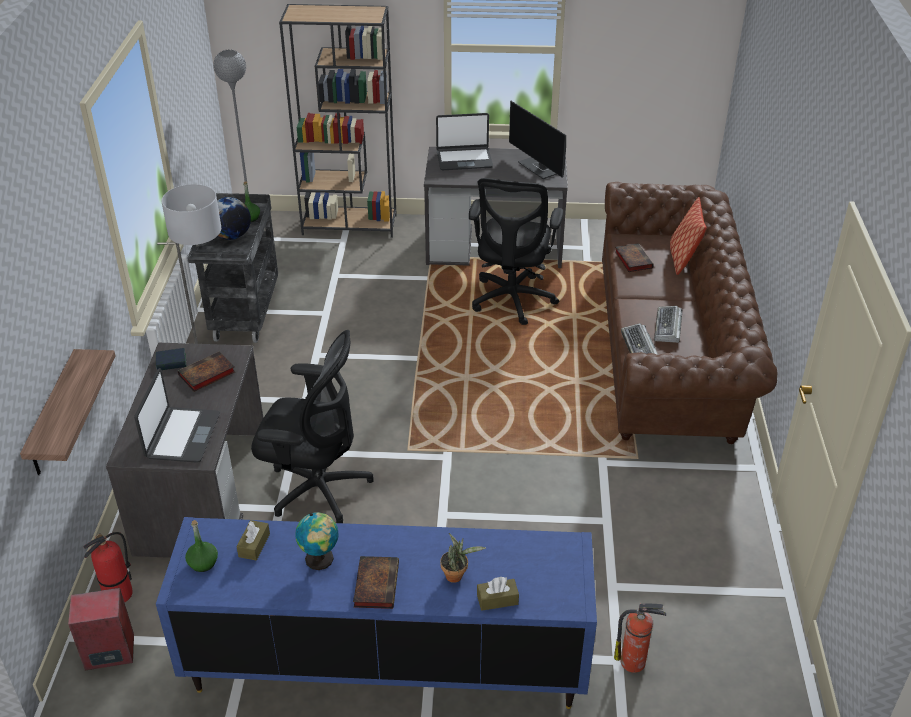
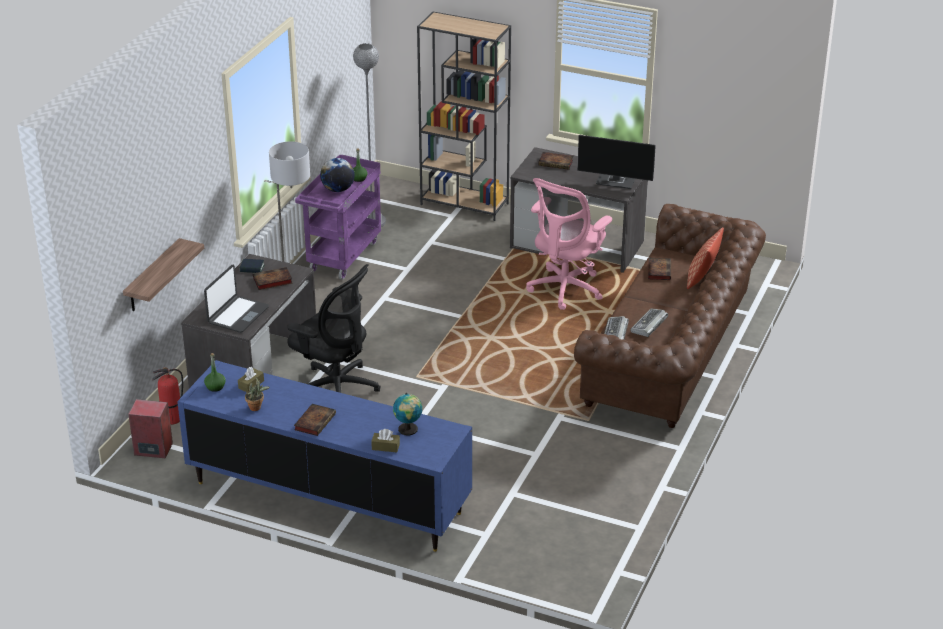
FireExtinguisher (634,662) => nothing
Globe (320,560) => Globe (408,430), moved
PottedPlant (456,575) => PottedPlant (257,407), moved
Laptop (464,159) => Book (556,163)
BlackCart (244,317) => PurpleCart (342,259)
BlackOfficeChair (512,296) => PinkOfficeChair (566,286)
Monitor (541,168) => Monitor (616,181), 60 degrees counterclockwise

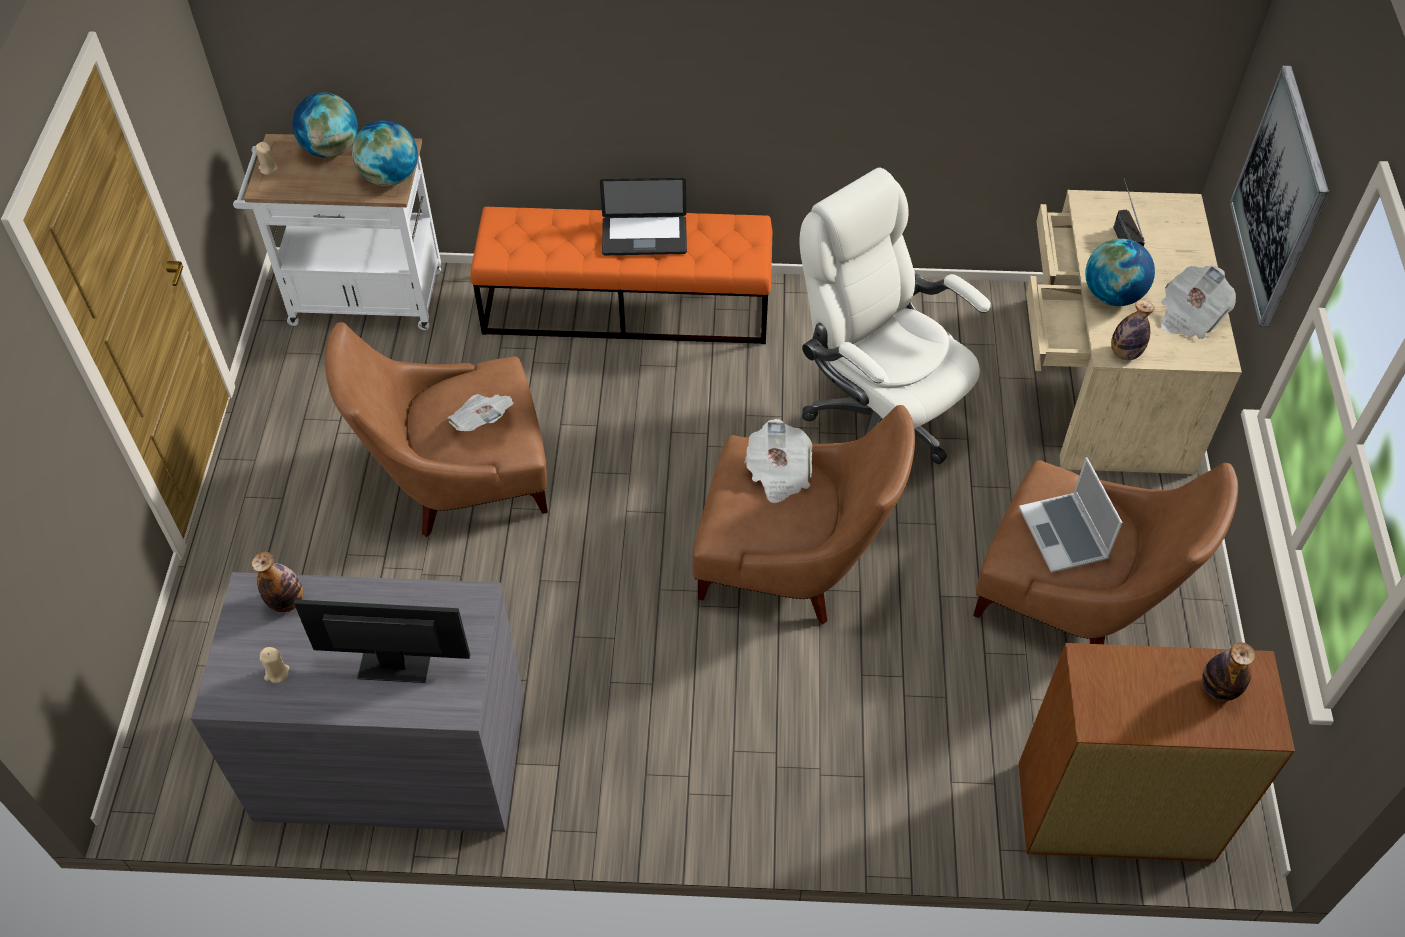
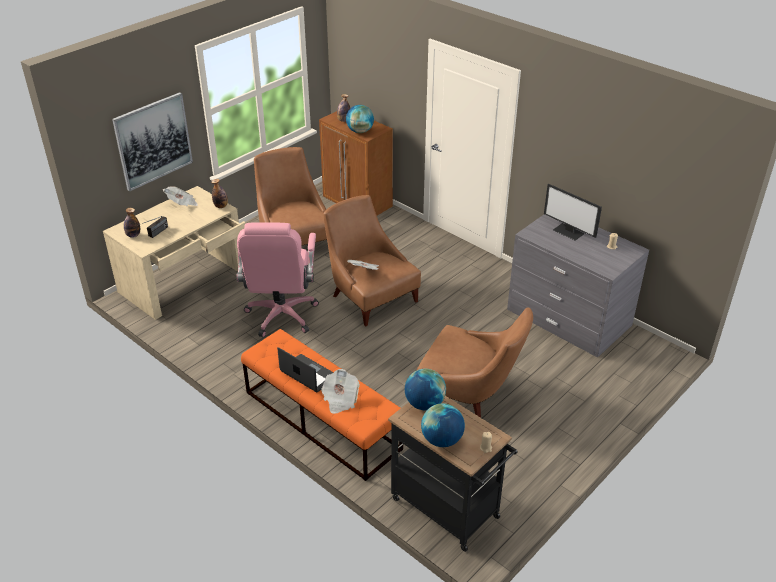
Laptop (1064,535) => nothing
Bottle (287,601) => Bottle (133,235), moved
Newspaper (482,422) => Newspaper (340,399), moved
Globe (1112,295) => Globe (360,131), moved
WhiteCart (361,298) => BlackCart (447,510)
WhiteOfficeChair (877,420) => PinkOfficeChair (281,316)

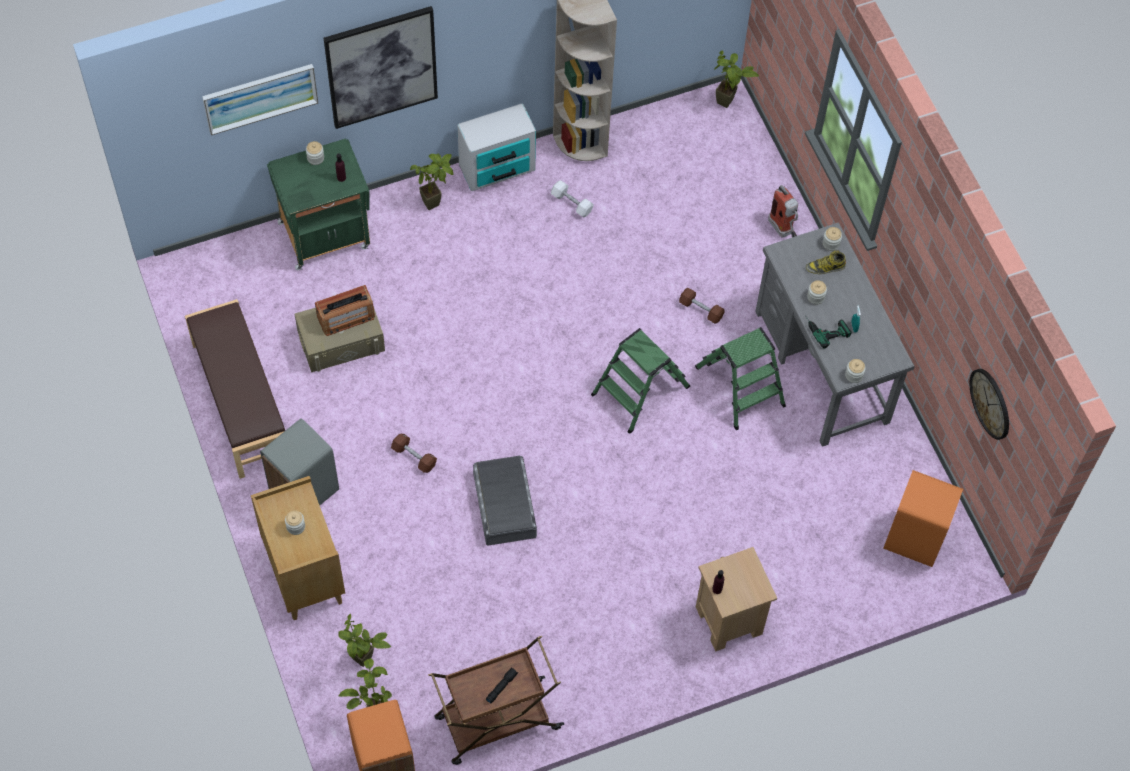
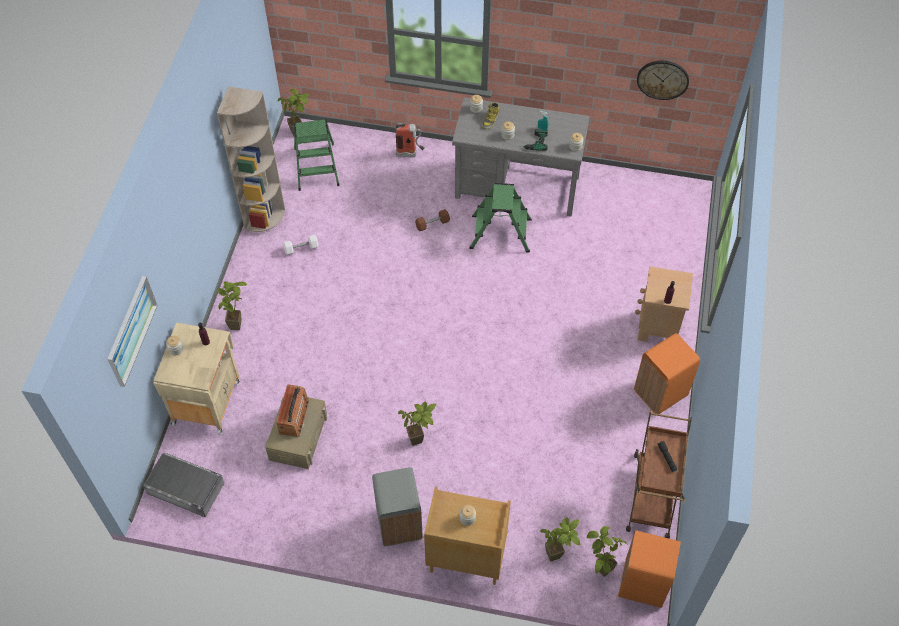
BrownBench (240,402) => nothing
Picture (381,66) => nothing
WhiteNightstand (497,171) => nothing
GreyStorageBox (504,504) => GreyStorageBox (185,488), moved
GreenStepLadder (640,390) => GreenStepLadder (316,166), moved
OrangeTrashCan (914,540) => OrangeTrashCan (661,393), moved
BrownDumbbell (414,457) => PottedPlant (421,440)
GreenCart (326,235) => BeigeCart (207,401)

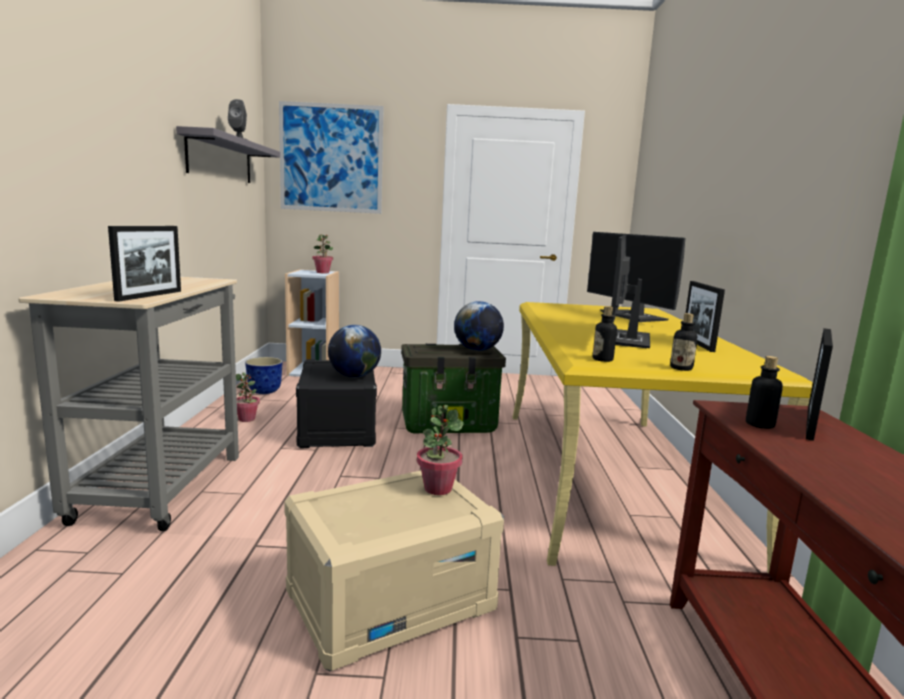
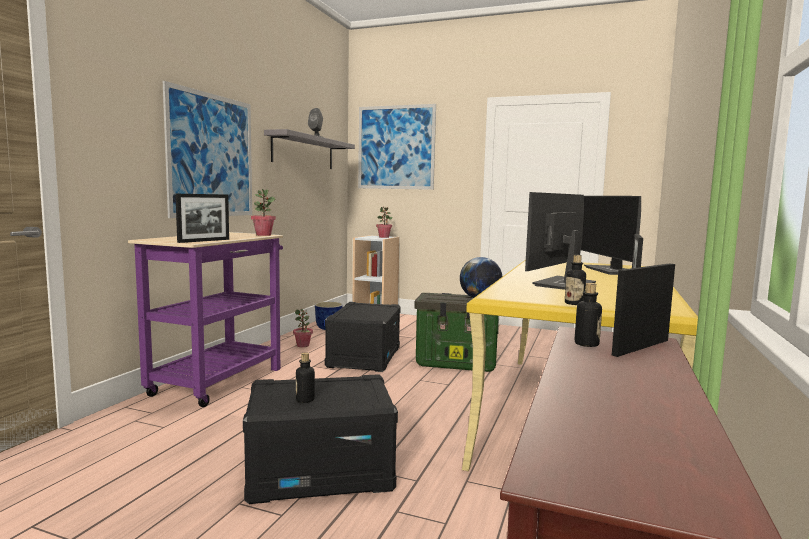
Globe (354,376) => nothing
nothing => Picture (212,156)
PottedPlant (438,488) => PottedPlant (263,235), moved
Bottle (602,359) => Bottle (305,400), moved
GreyCart (162,487) => PurpleCart (219,381)
BeigeStorageBox (391,600) => BlackStorageBox (321,471)

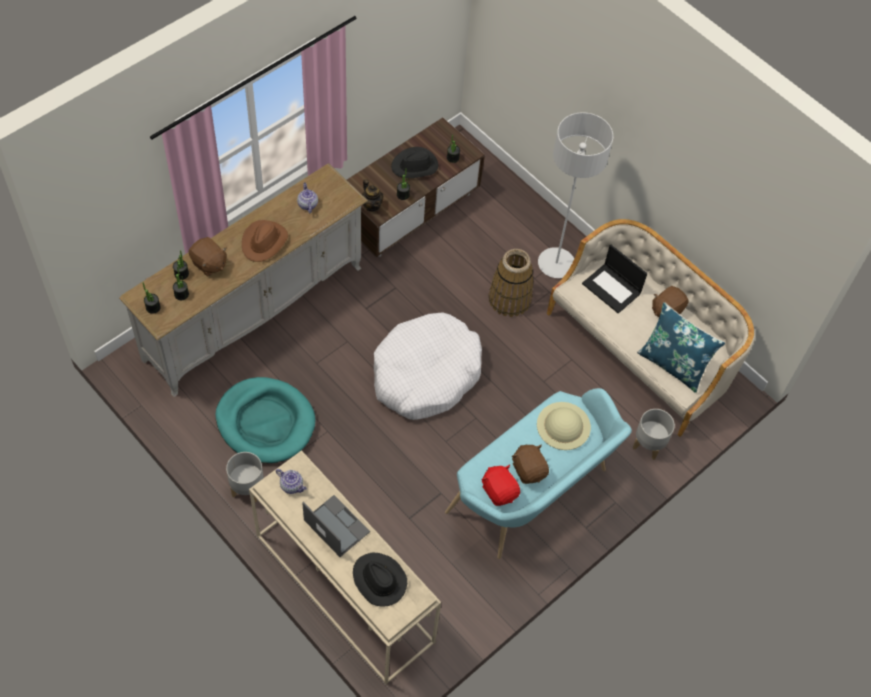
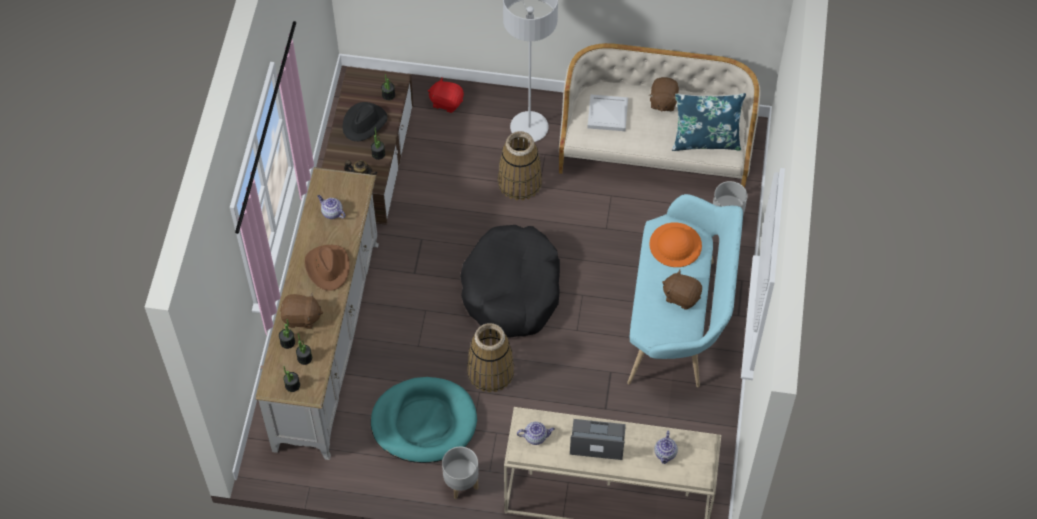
nothing => Basket (490,371)
RedPlushToy (499,491) => RedPlushToy (446,102), moved
BlackHat (378,580) => Teapot (665,453)
Laptop (612,288) => WhiteTray (608,114)
WhiteDogBed (425,374) => BlackDogBed (512,290)
BeigeHat (563,426) => OrangeHat (675,245)

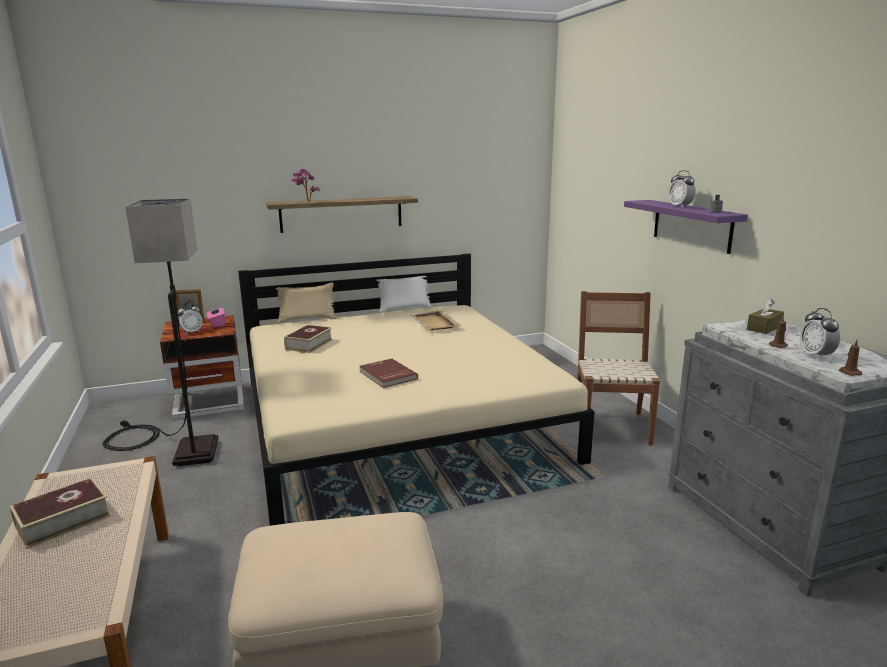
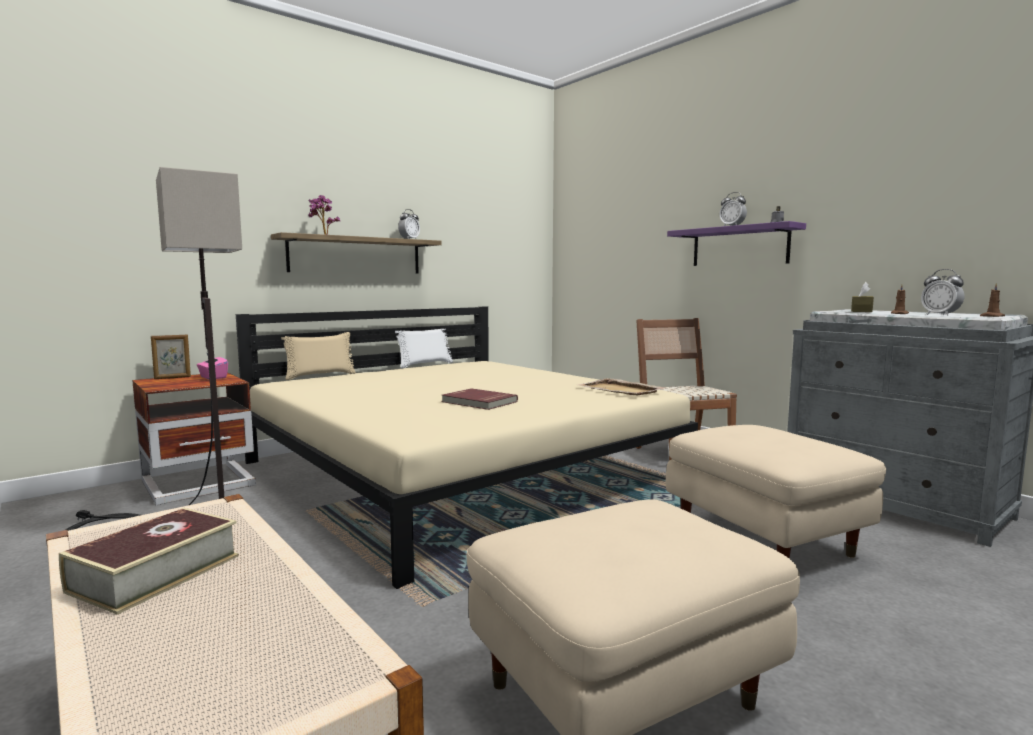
Book (309,344) => nothing
nothing => BeigeOttoman (765,542)
AlarmClock (192,332) => AlarmClock (409,239), moved
BeigeTray (434,323) => BeigeTray (621,390), moved

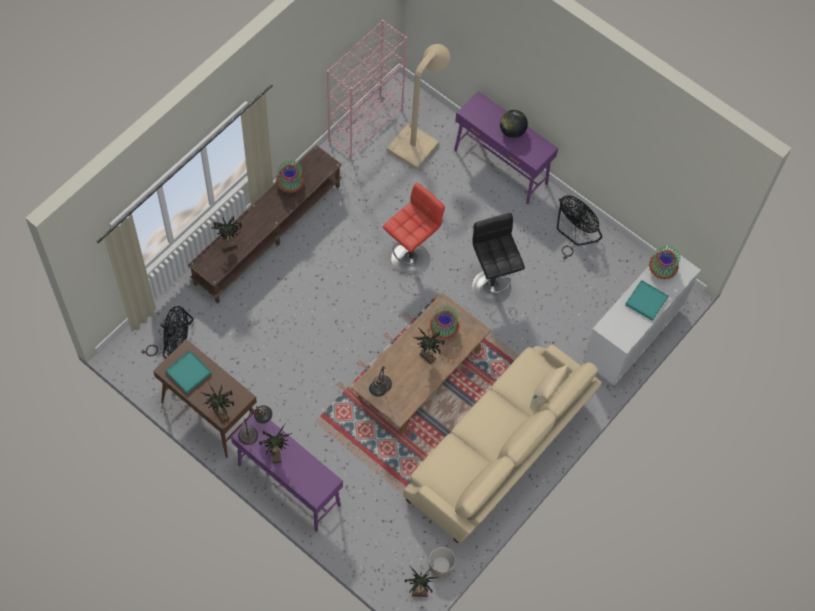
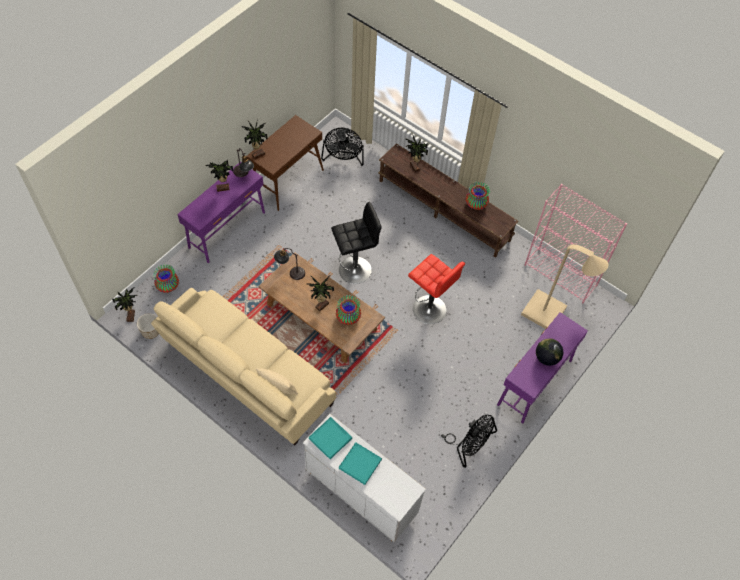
TurquoiseTray (188,373) => TurquoiseTray (330,439), moved
BlackStool (491,286) => BlackStool (355,270), moved
Vase (661,270) => Vase (168,286), moved

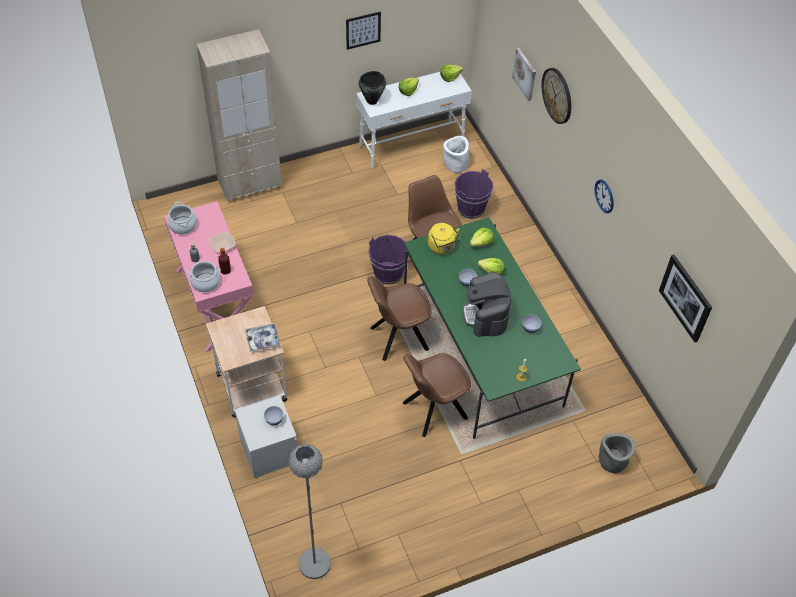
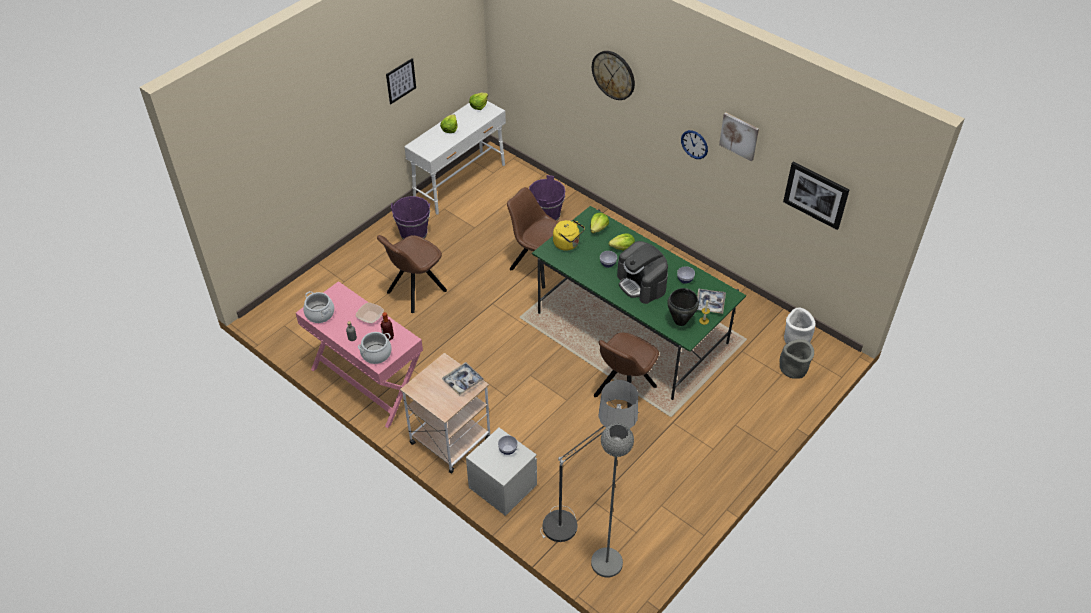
BeigeCabinet (250,185) => nothing
nothing => FloorLamp (584,514)
nothing => Tray (710,303)
BlackCookingPot (371,101) => BlackCookingPot (680,321), moved
BrownChair (398,338) => BrownChair (416,291), moved
PurpleBucket (388,273) => PurpleBucket (413,234), moved
WhitePlanter (456,164) => WhitePlanter (796,339), moved
Picture (525,74) => Picture (739,136), moved

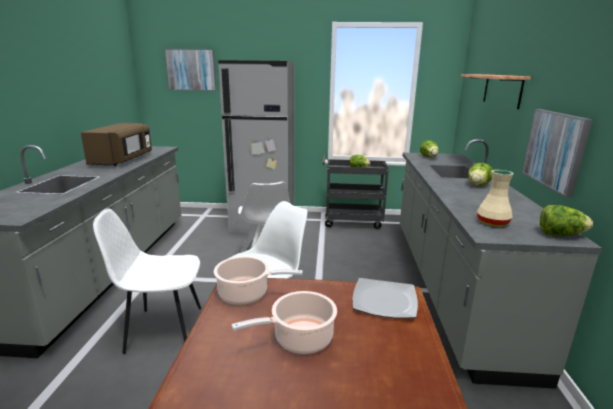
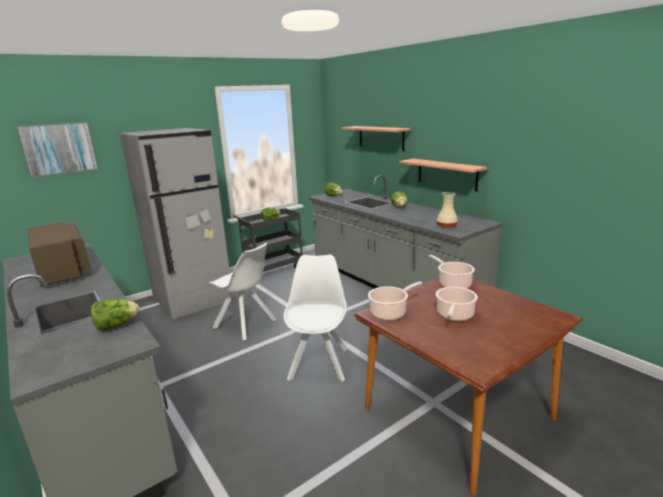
WhiteChair (162,329) => nothing
Lettuce (560,235) => Lettuce (116,326), moved
Plate (385,300) => CookingPot (453,284)
Picture (555,149) => Shelf (446,174)

